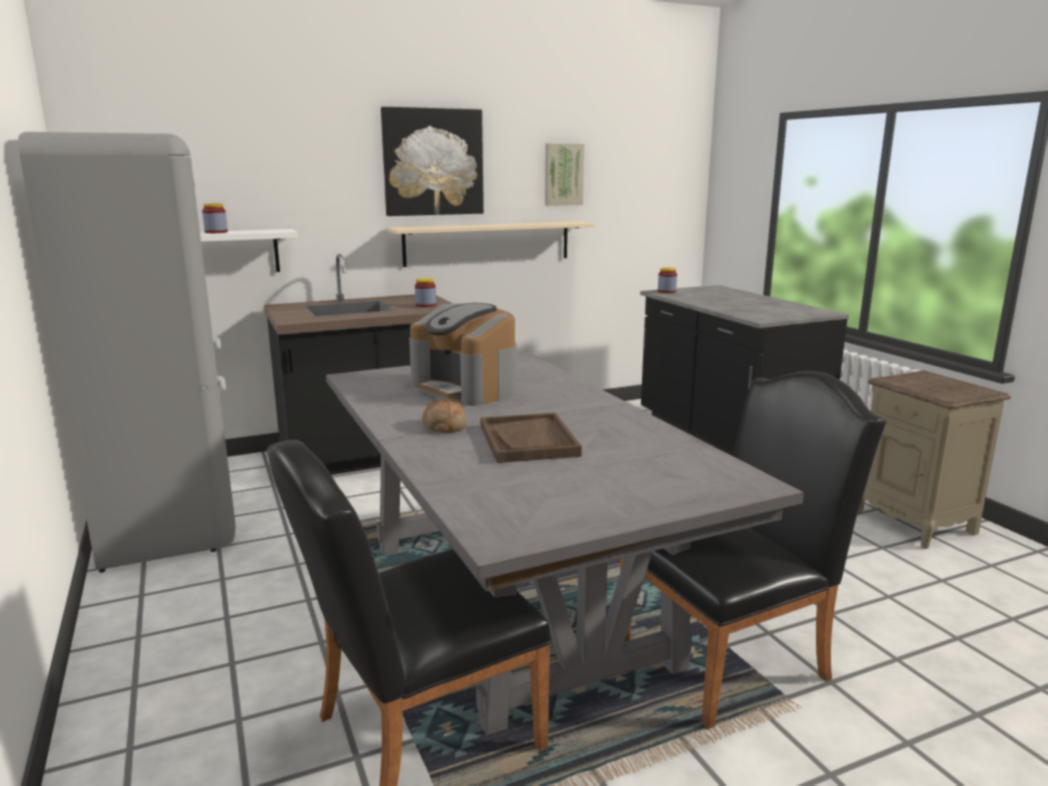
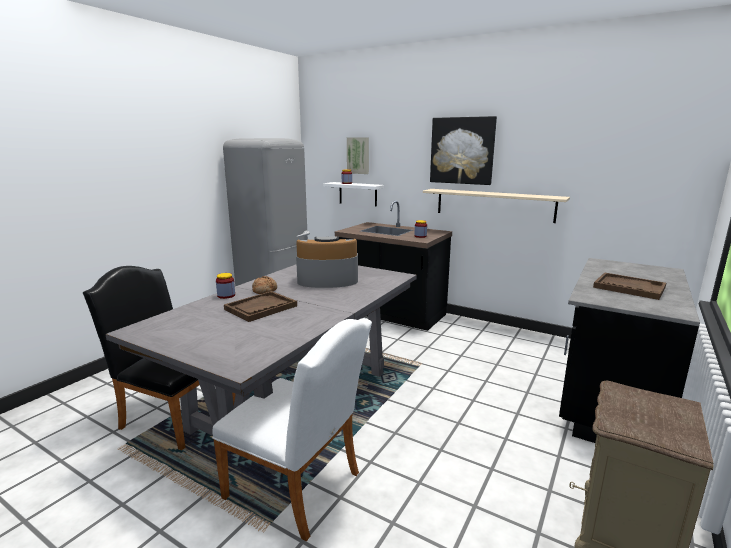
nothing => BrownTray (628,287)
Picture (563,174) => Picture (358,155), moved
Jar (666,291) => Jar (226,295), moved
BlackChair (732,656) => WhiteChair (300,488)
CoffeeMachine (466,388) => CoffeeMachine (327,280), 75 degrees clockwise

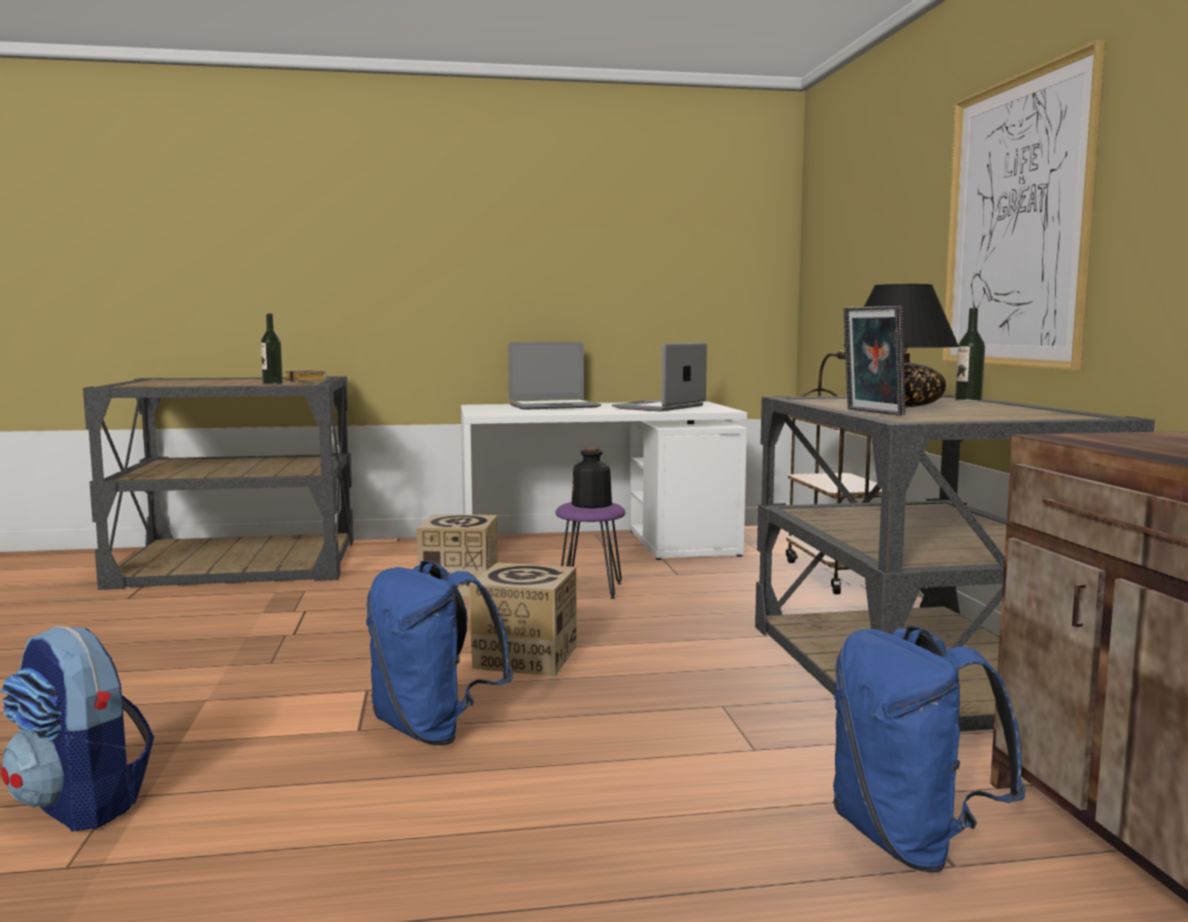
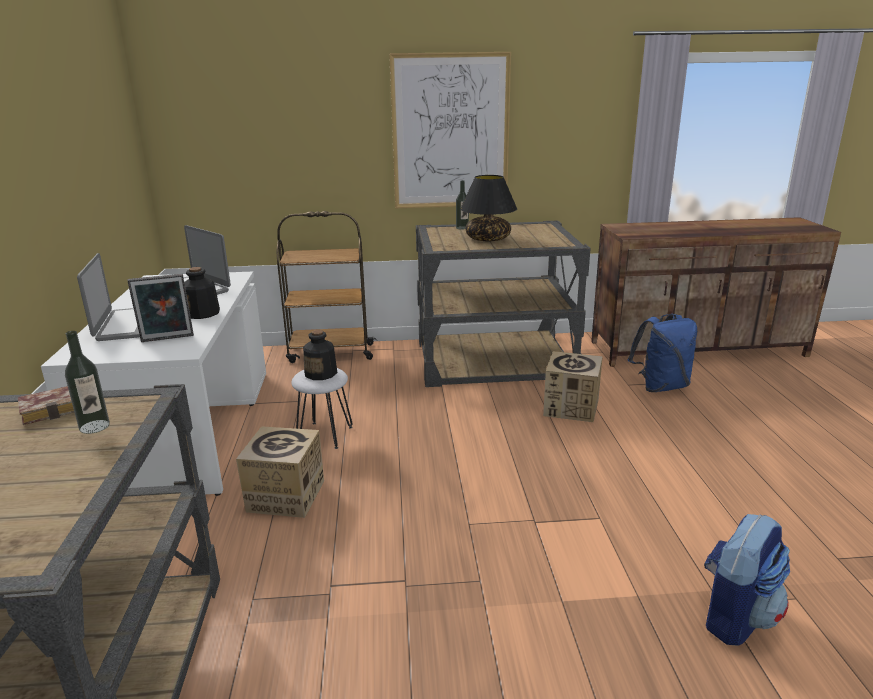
BlueBackpack (433,729) => nothing
nothing => Bottle (202,313)
CardboardBox (525,657) => CardboardBox (571,407), moved
PictureFrame (871,412) => PictureFrame (167,339), moved
PurpleStool (590,589) => WhiteStool (325,435)

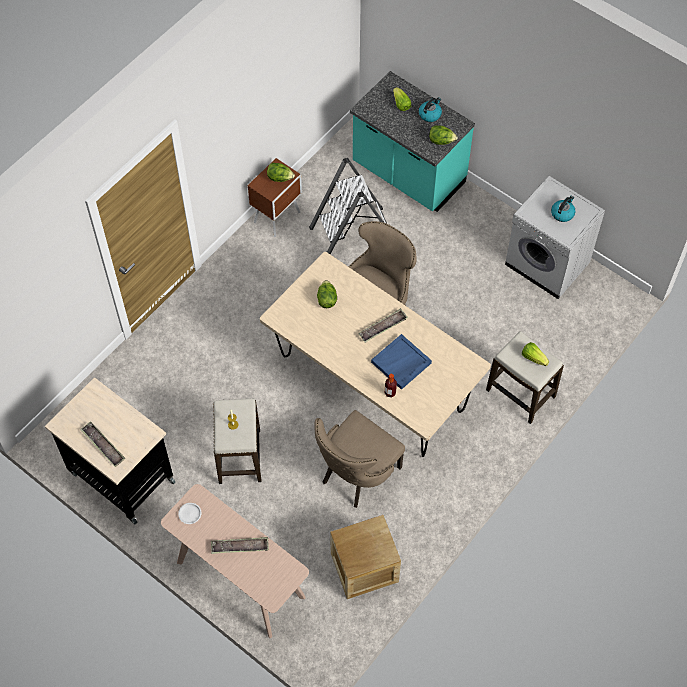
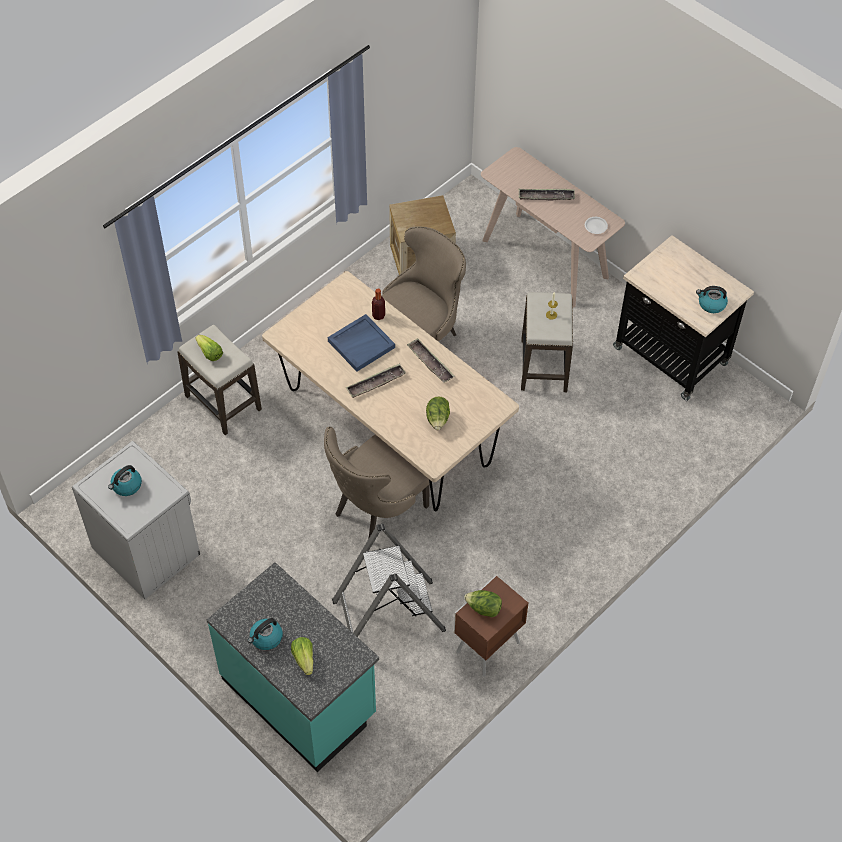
Lettuce (441,141) => nothing
nothing => Kettle (711,304)
Tray (103,446) => Tray (430,363), moved

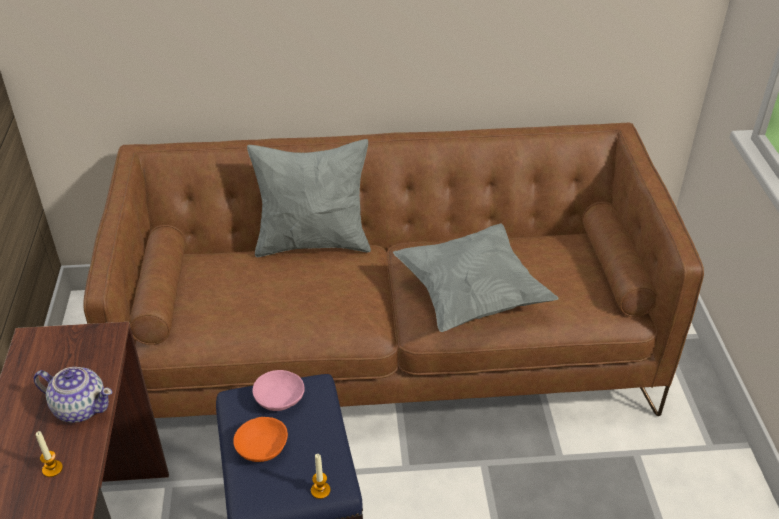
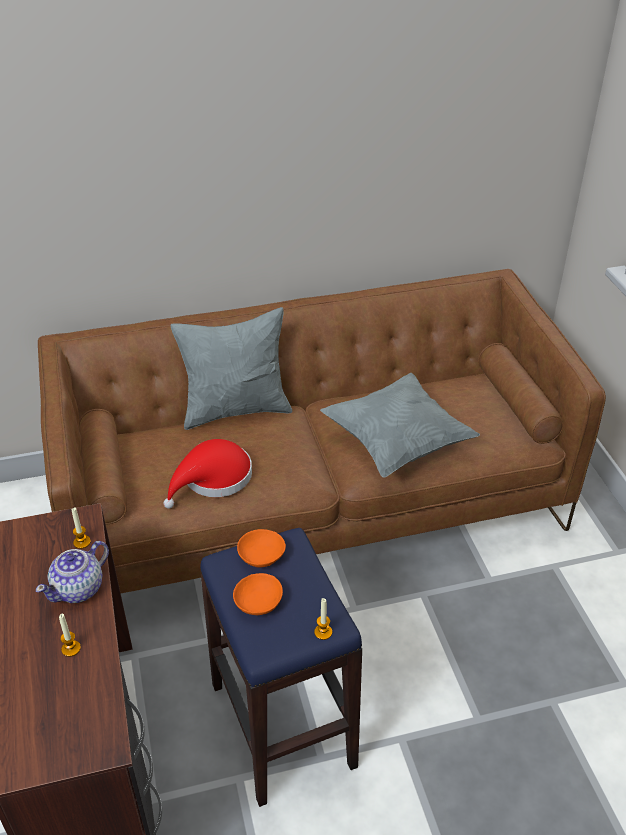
nothing => Candle (82,542)
nothing => RedHat (213,479)
PinkBowl (280,398) => OrangeBowl (262,555)
Teapot (80,407) => Teapot (79,588), 120 degrees clockwise

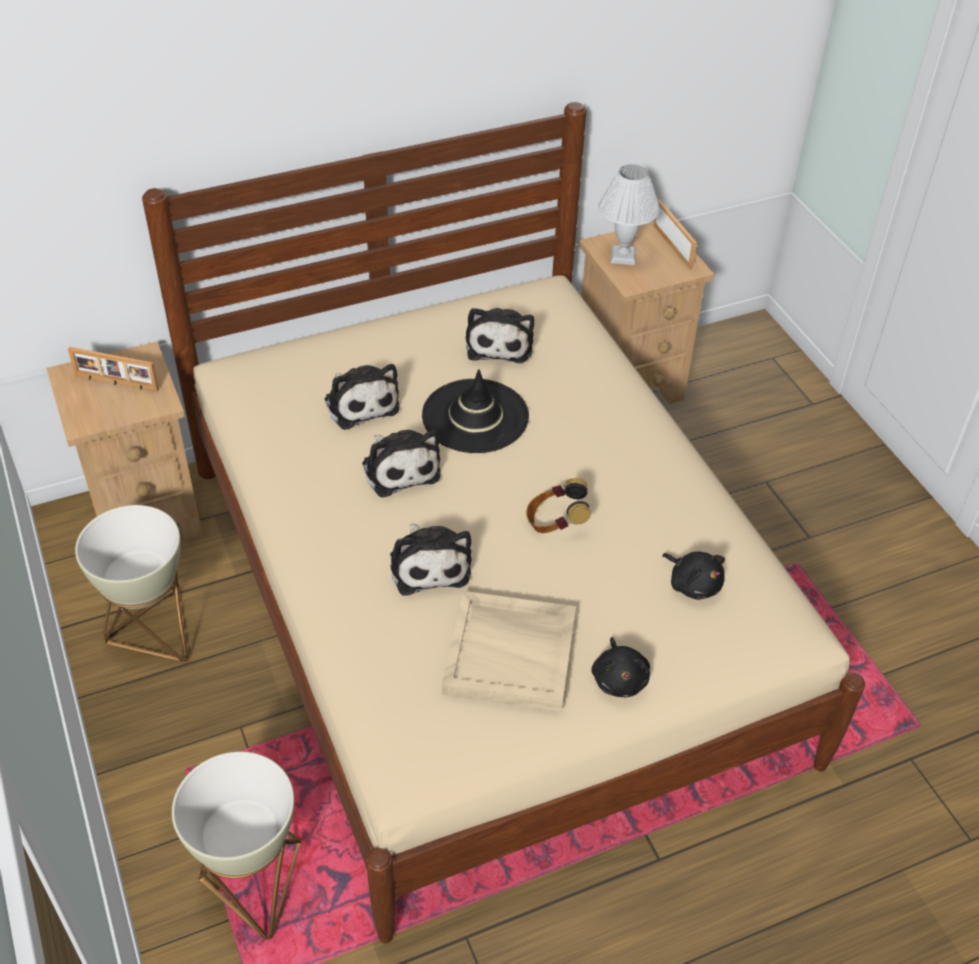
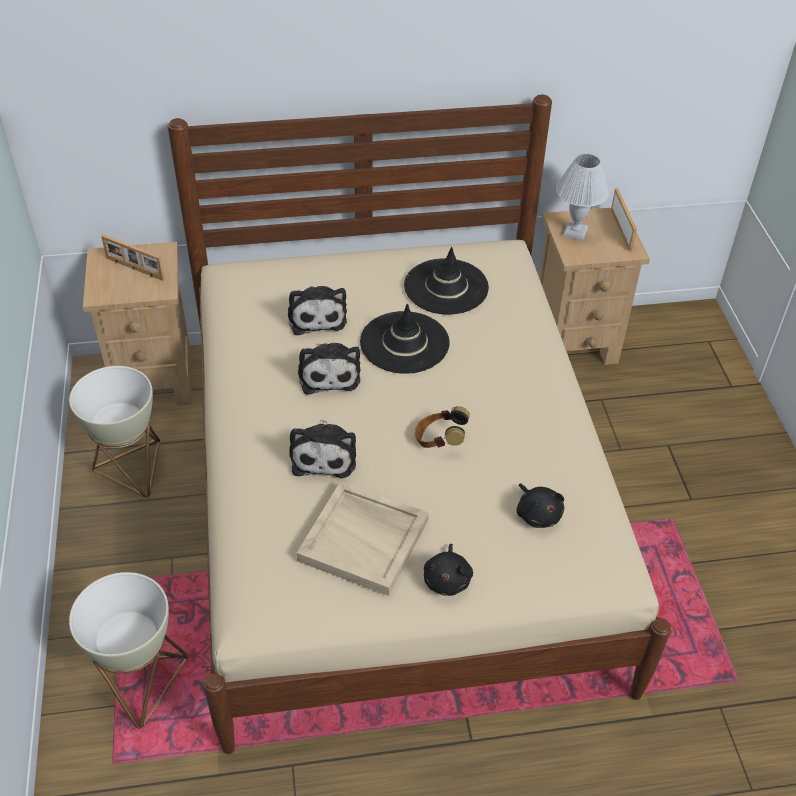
PlushToy (499,343) => BlackHat (446,287)

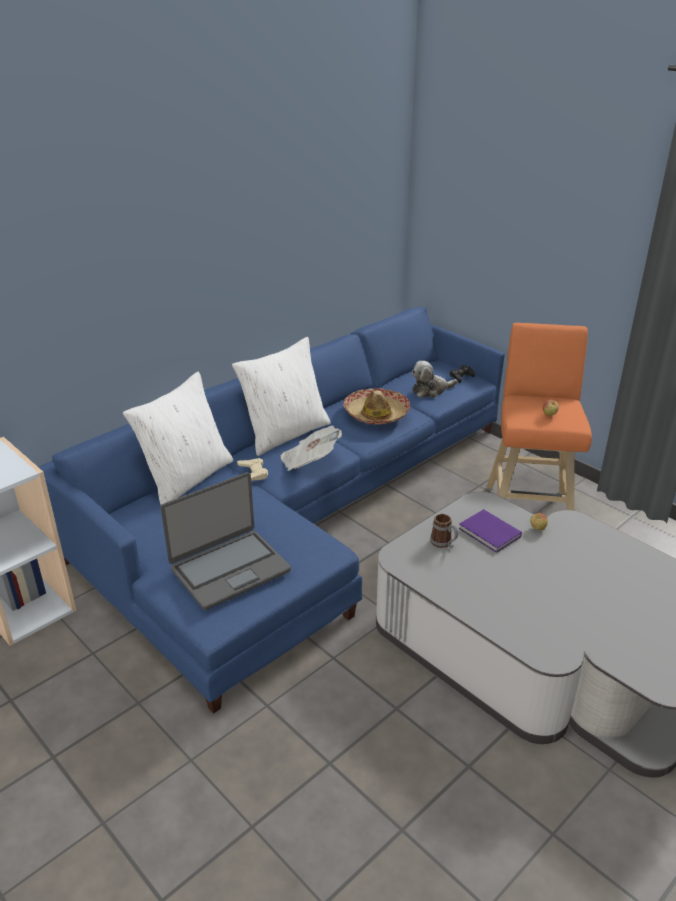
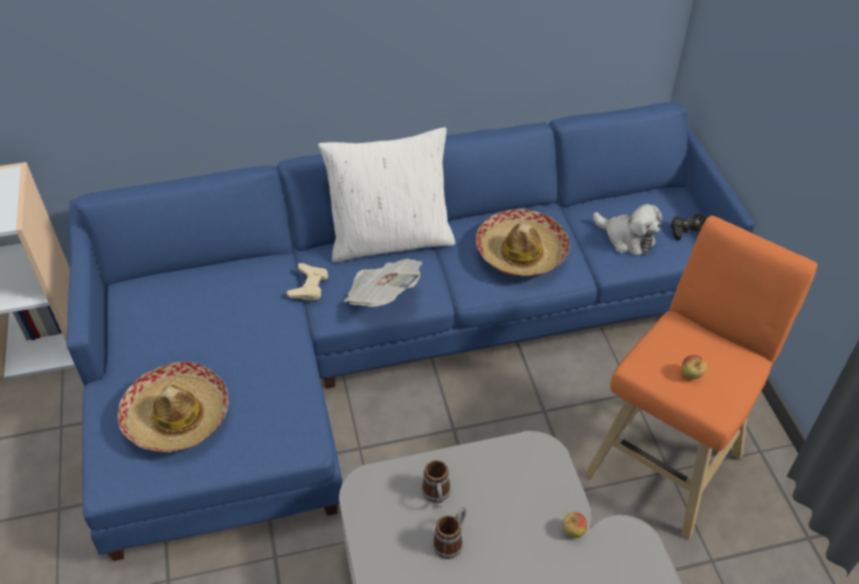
WhitePillow (187,478) => nothing
PurpleBook (490,533) => nothing
nothing => Mug (451,540)
Laptop (229,569) => Hat (177,416)
PlushToy (431,390) => PlushToy (627,238), 150 degrees counterclockwise

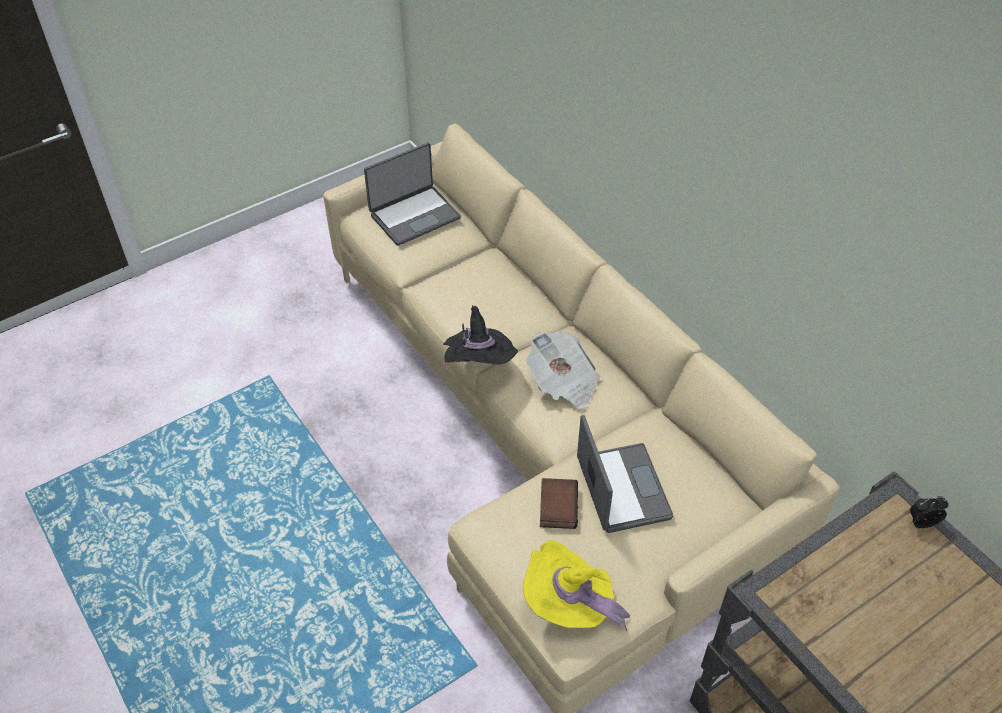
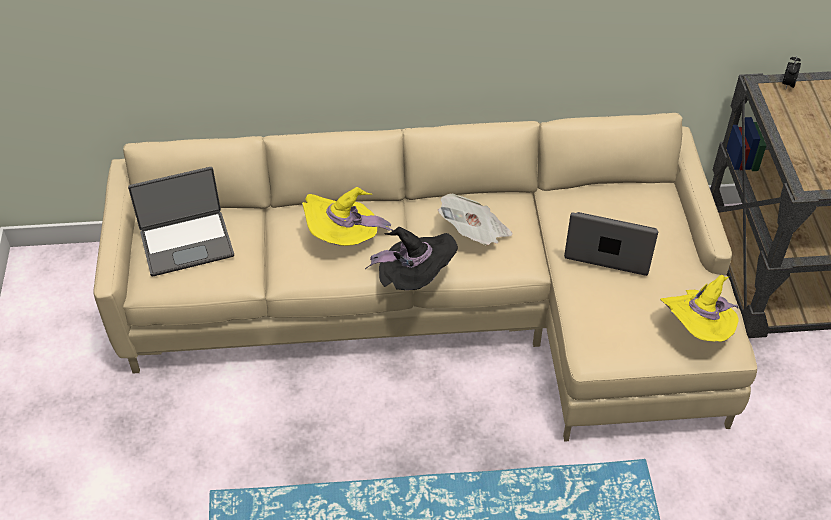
Book (556,506) => nothing
nothing => YellowHat (344,238)
Laptop (414,215) => Laptop (187,243), 75 degrees clockwise

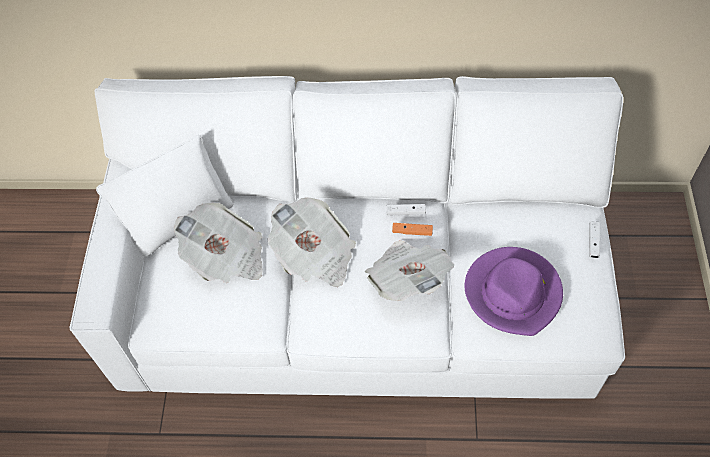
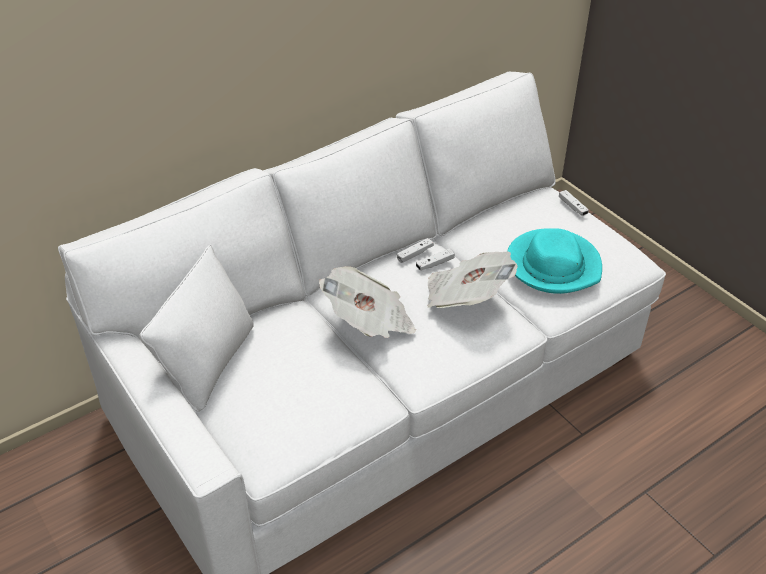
Newspaper (226,257) => nothing
OrangeGameController (412,232) => WhiteGameController (435,264)
PurpleHat (513,292) => TurquoiseHat (553,265)

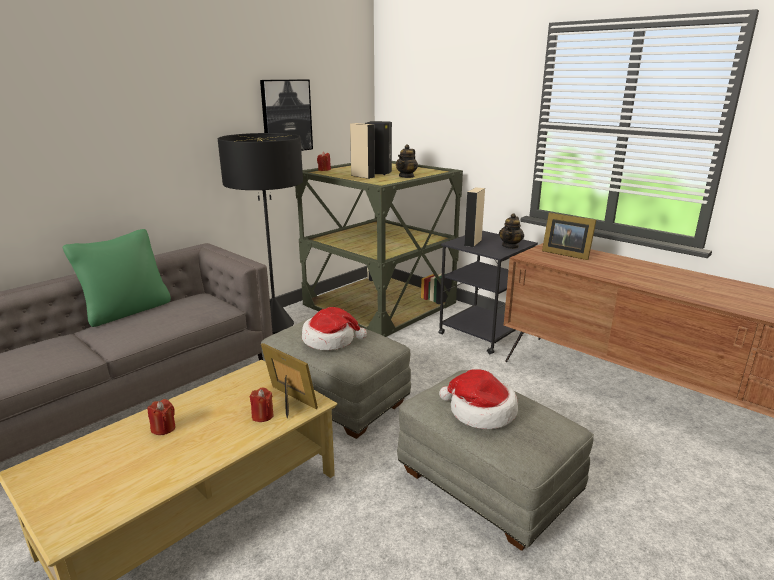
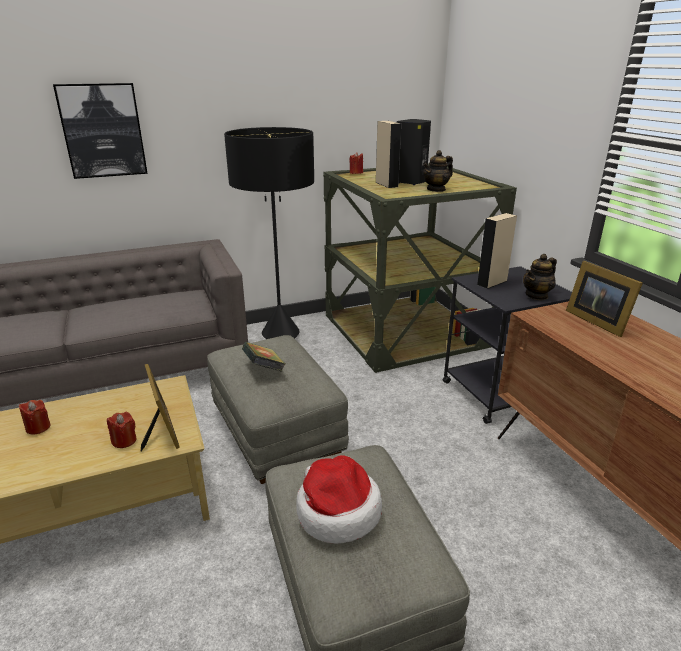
GreenPillow (127,311) => nothing
Picture (286,116) => Picture (103,131), moved
Hat (330,340) => Book (264,369)

